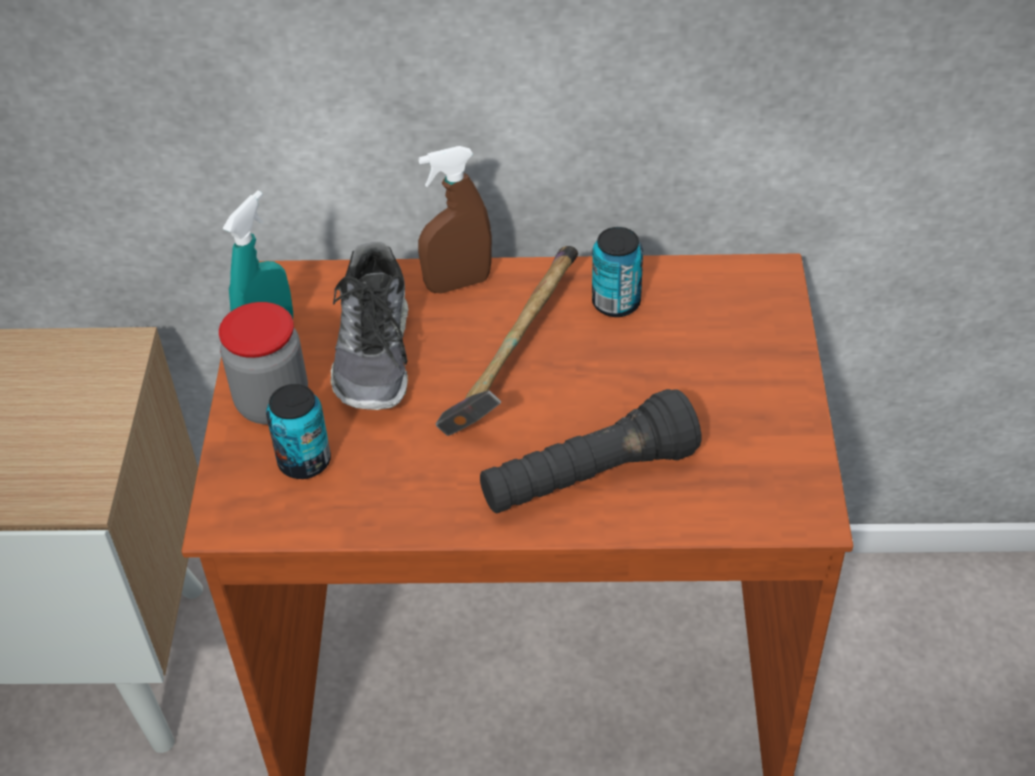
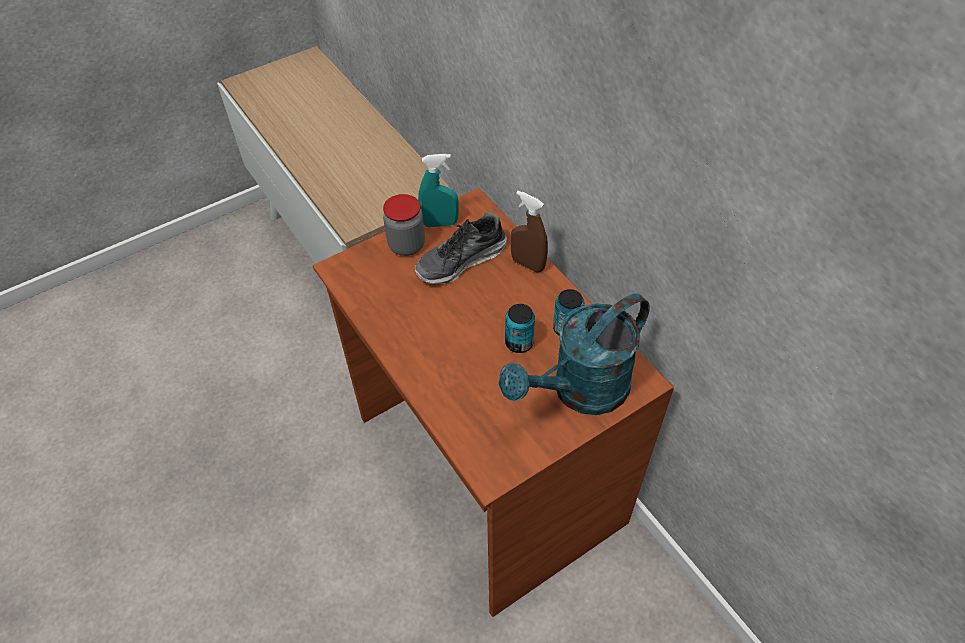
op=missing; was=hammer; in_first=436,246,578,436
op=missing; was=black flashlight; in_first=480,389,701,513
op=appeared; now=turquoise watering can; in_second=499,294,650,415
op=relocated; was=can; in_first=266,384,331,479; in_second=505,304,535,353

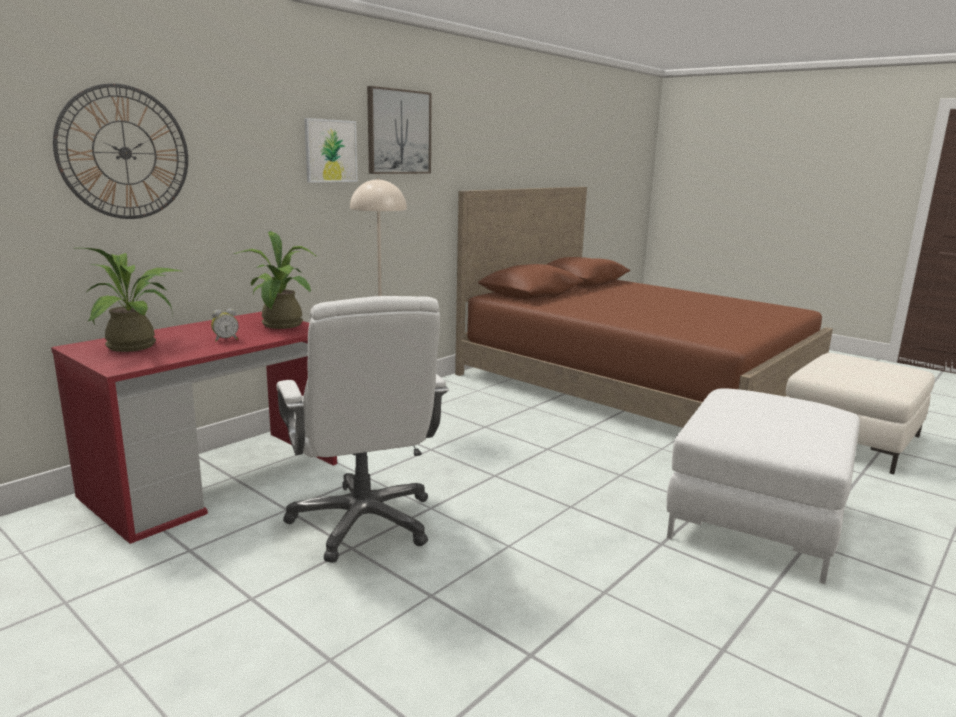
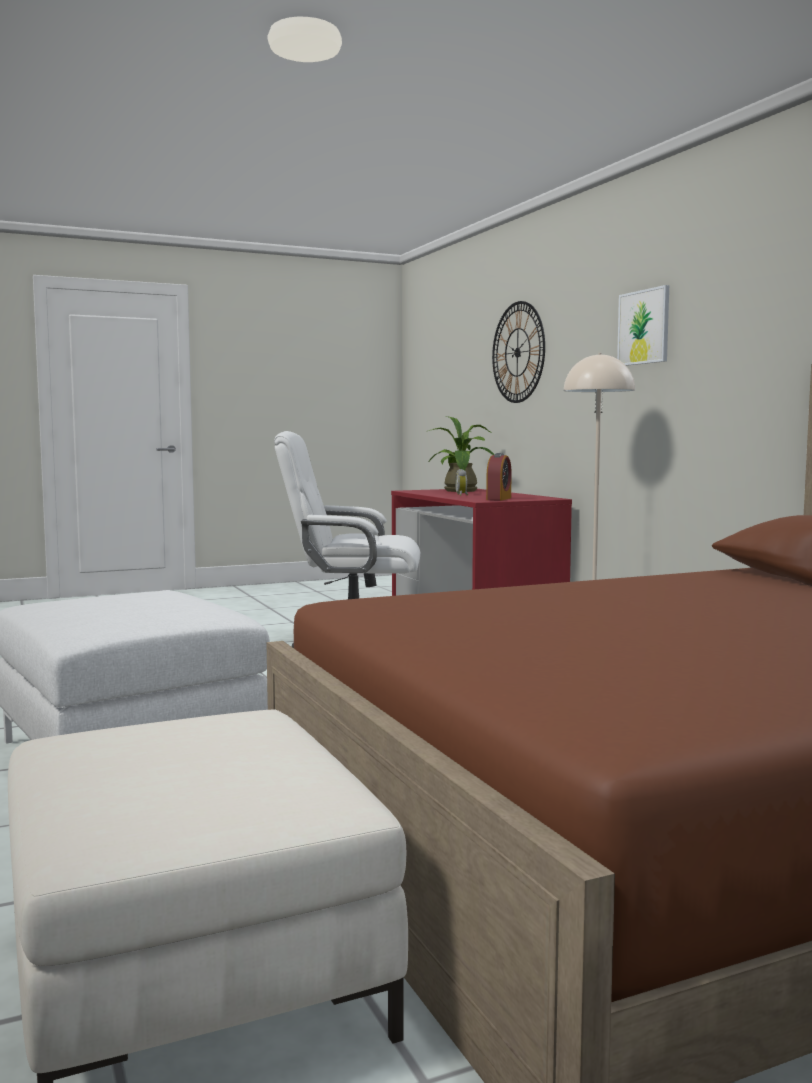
op=missing; was=picture; in_first=367,86,432,174
op=exchanged; was=potted plant; now=alarm clock; in_first=234,231,317,329; in_second=486,453,512,501

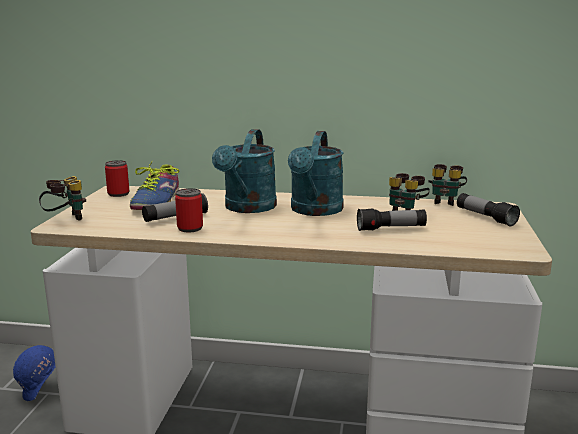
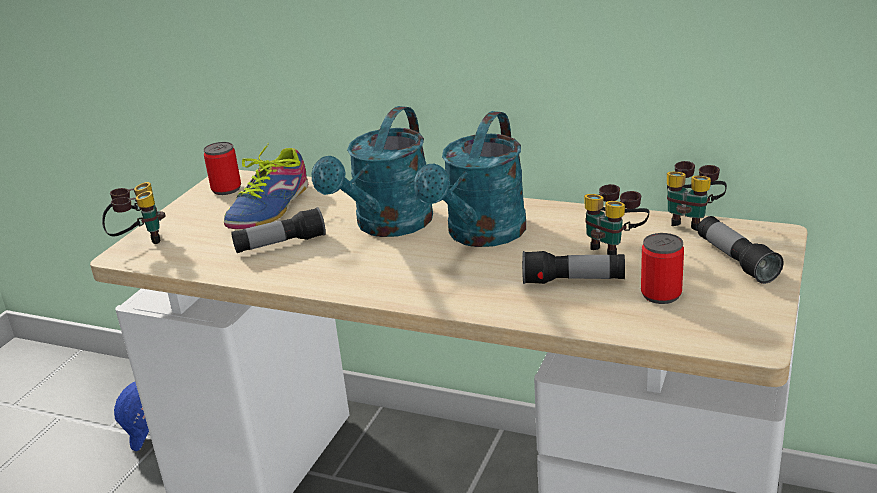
op=relocated; was=can; in_first=175,188,203,232; in_second=641,233,684,304

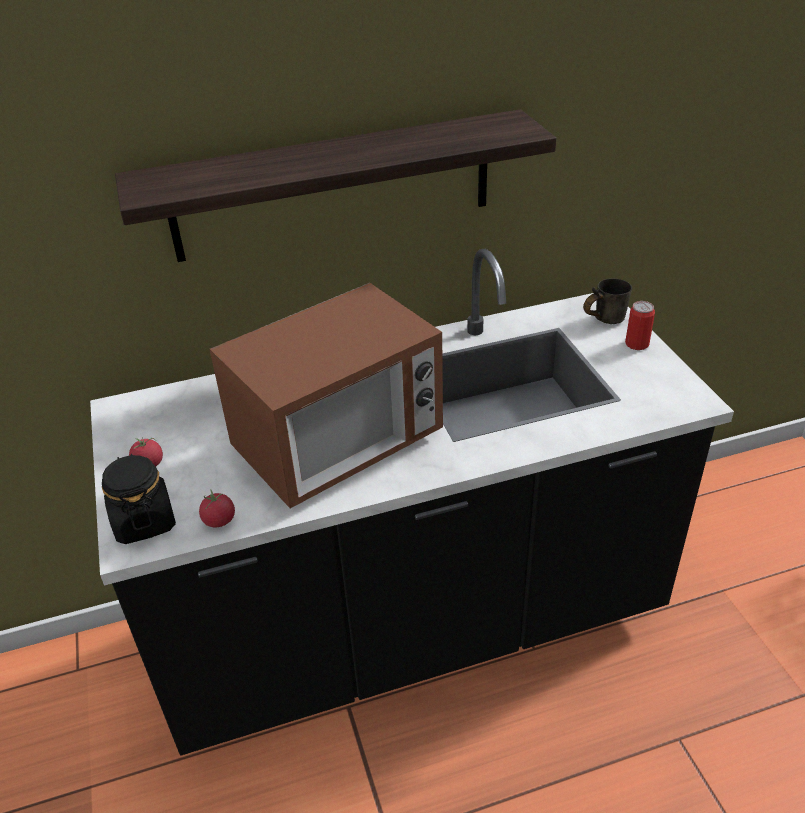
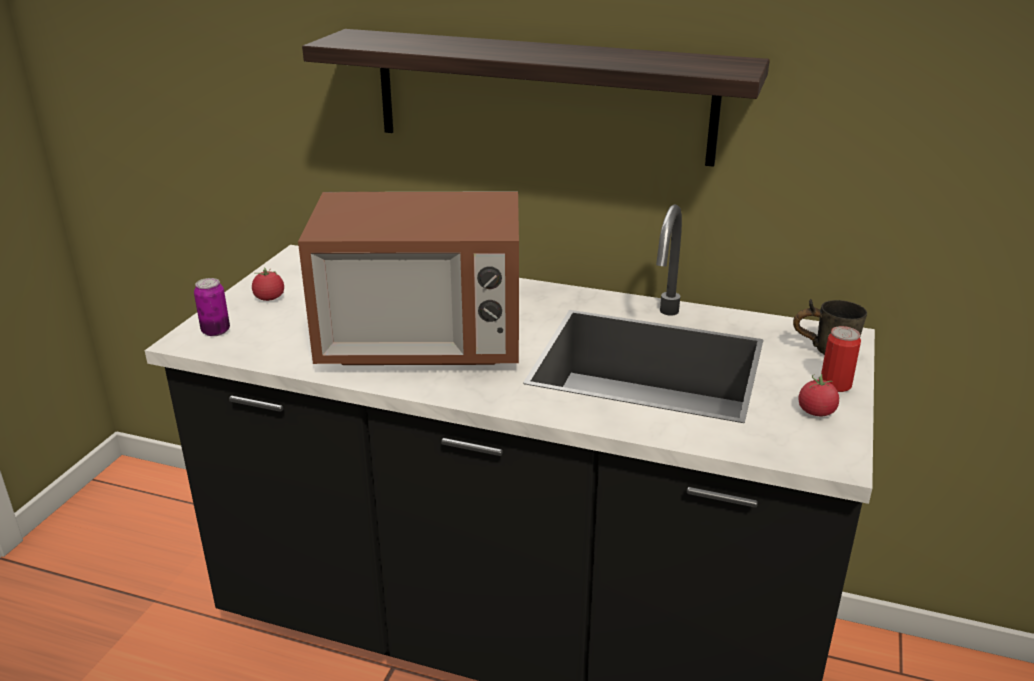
op=relocated; was=tomato; in_first=199,489,235,527; in_second=798,374,839,416
op=exchanged; was=black jar; now=can; in_first=102,454,176,544; in_second=194,278,230,336

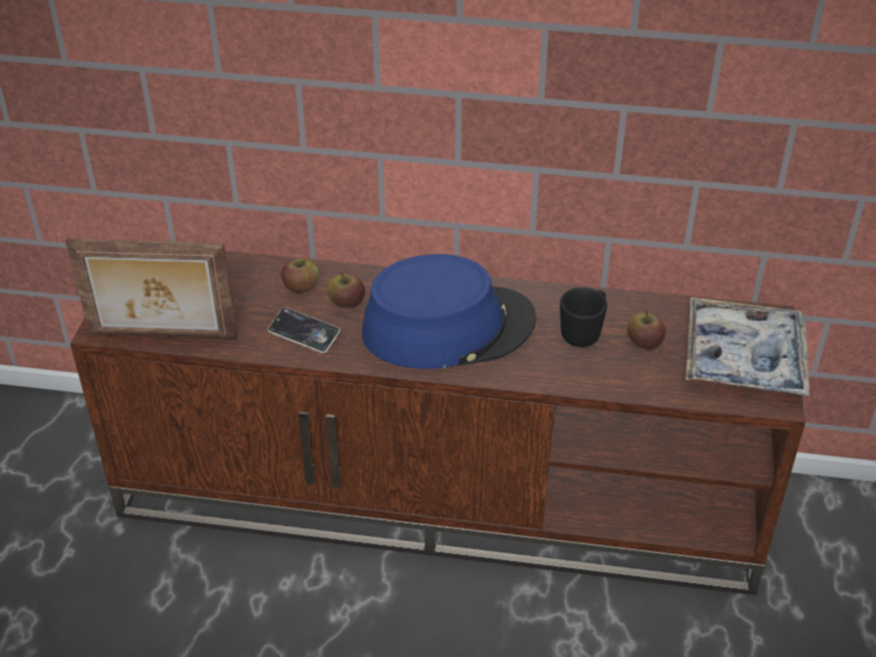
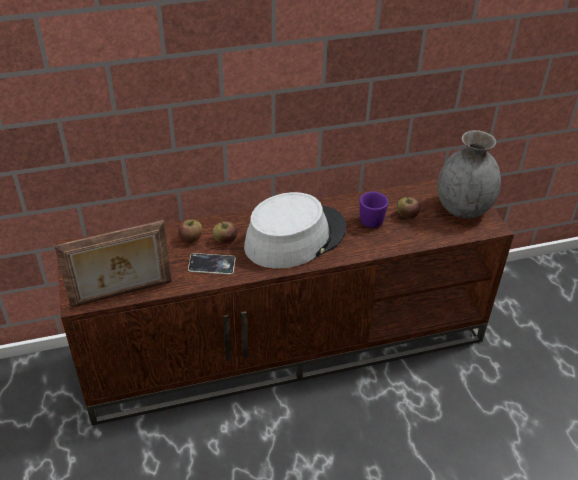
op=exchanged; was=tray; now=grey vase; in_first=686,297,809,396; in_second=437,130,501,218
op=colour; was=blue hat; now=grey hat; in_first=362,254,536,369; in_second=244,192,346,268
op=colour; was=black mug; now=purple mug; in_first=560,287,607,347; in_second=360,191,388,228

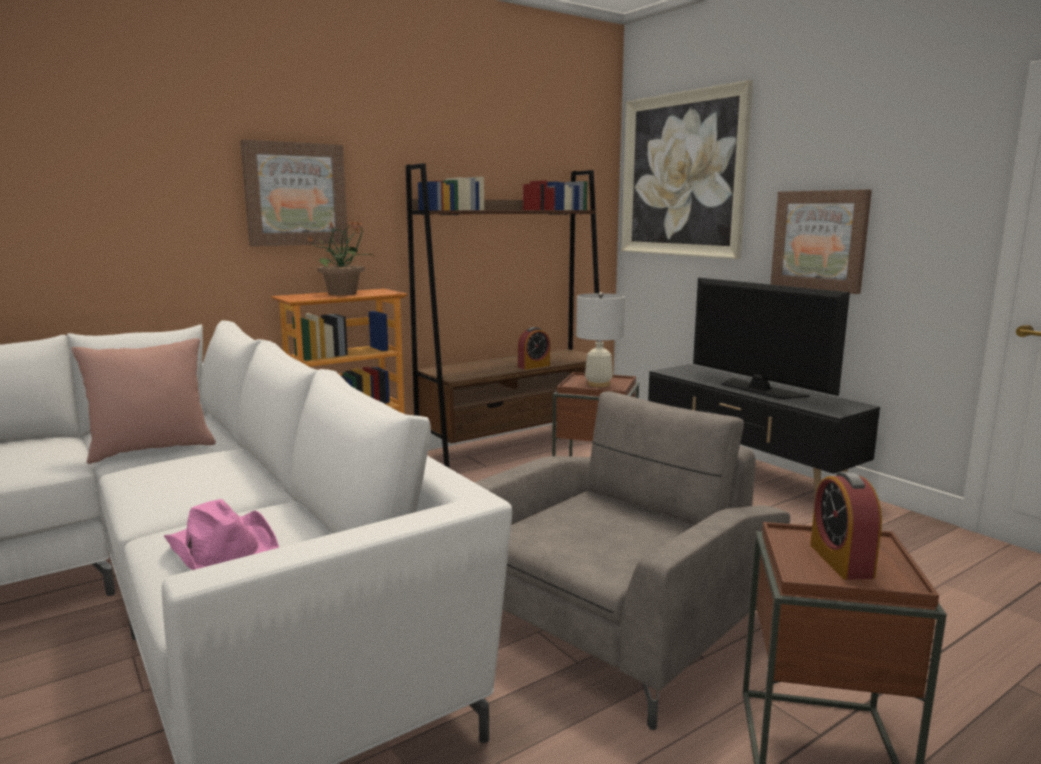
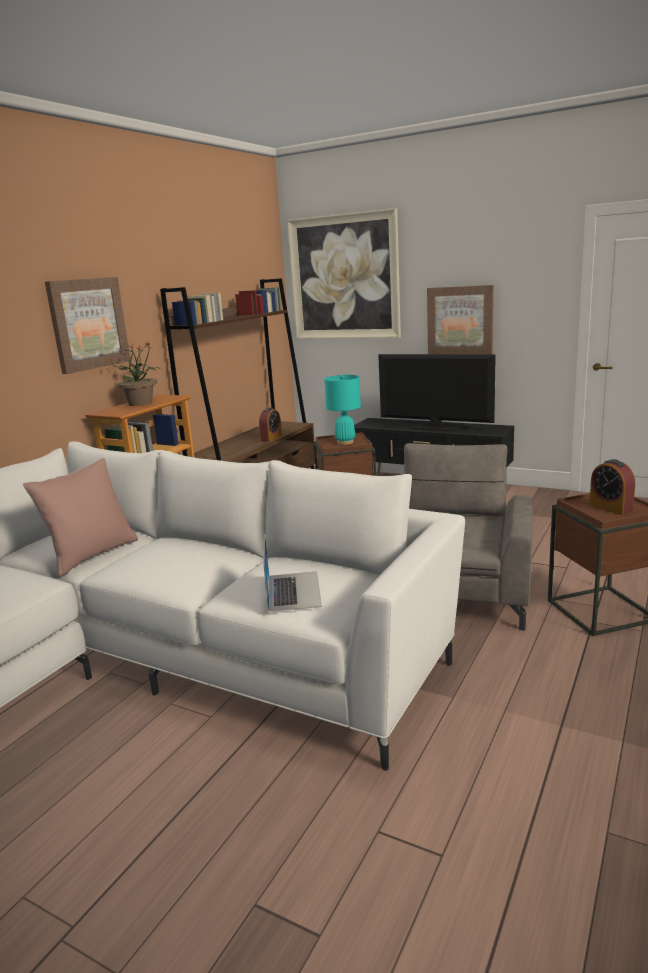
op=exchanged; was=pink hat; now=laptop; in_first=164,499,279,570; in_second=263,535,322,612
op=colour; was=white table lamp; now=turquoise table lamp; in_first=576,292,625,387; in_second=324,375,361,445

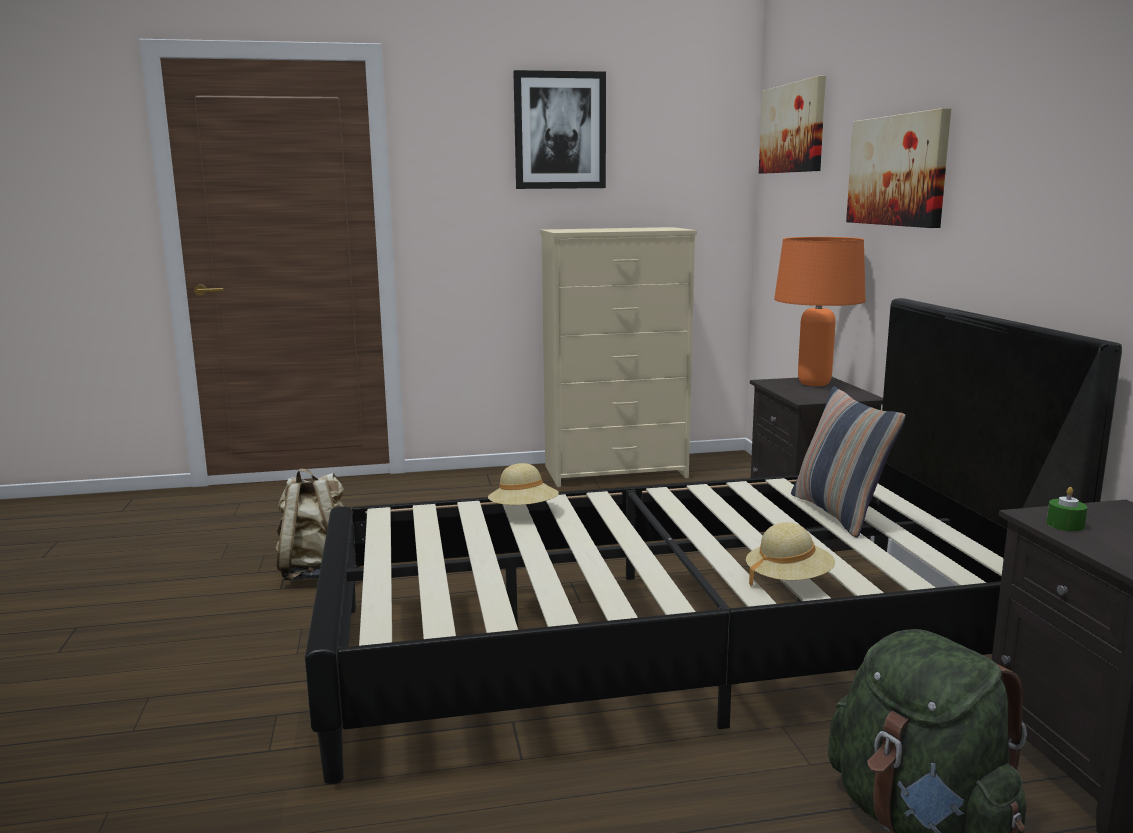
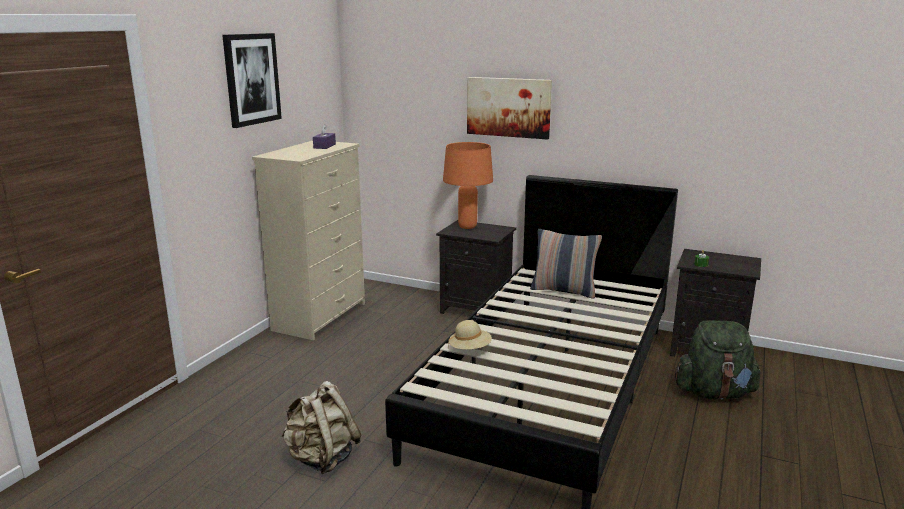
op=missing; was=beige hat; in_first=746,522,835,587
op=missing; was=picture; in_first=759,76,826,174
op=appeared; now=purple tissue box; in_second=313,124,336,149

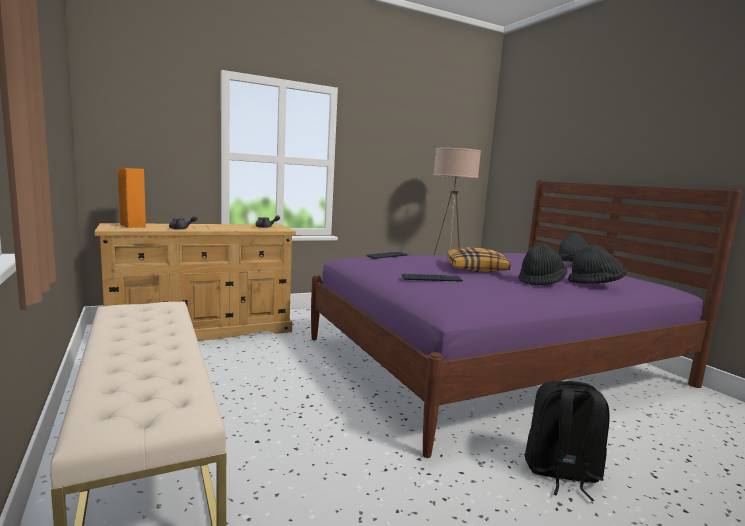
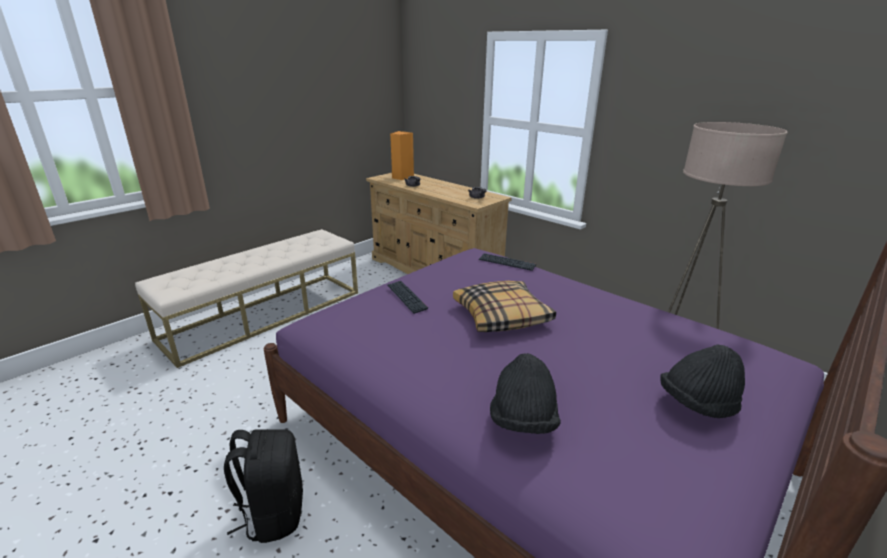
op=missing; was=black hat; in_first=519,242,568,285

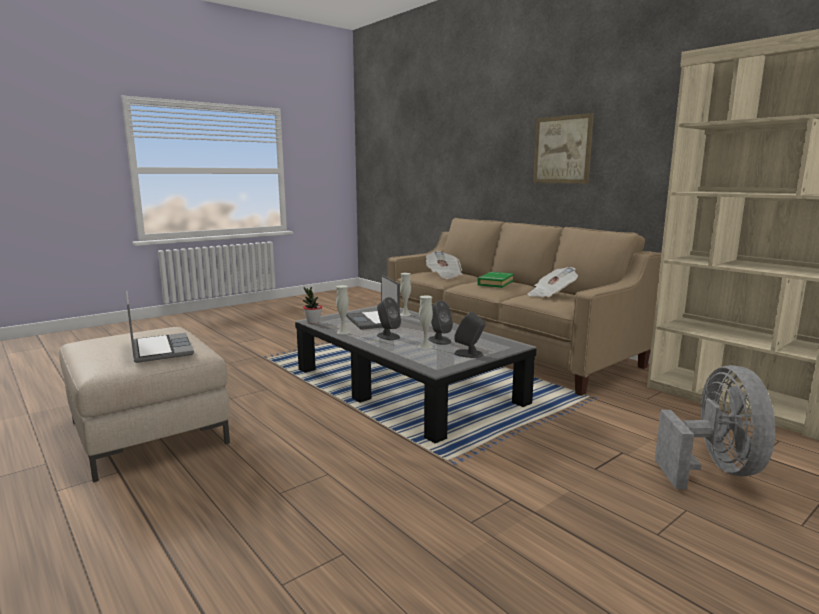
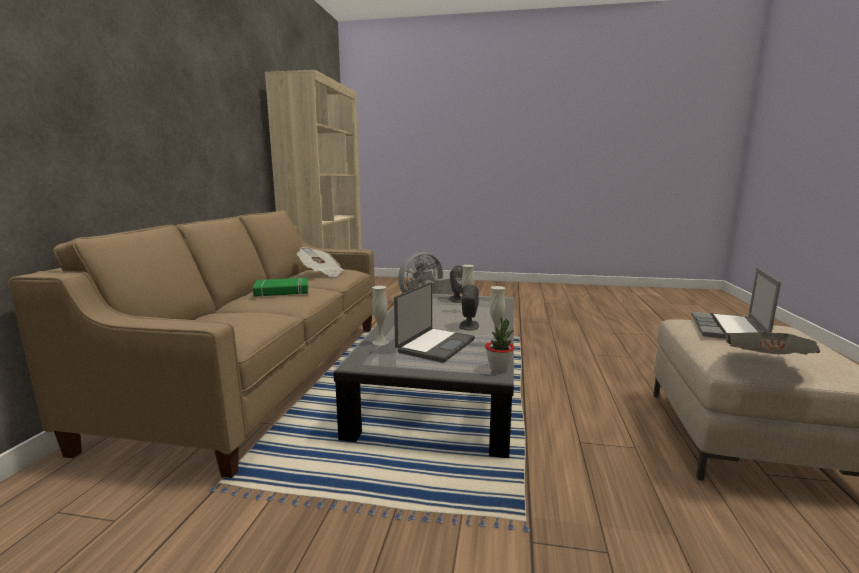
op=missing; was=grey speaker; in_first=428,300,453,345
op=missing; was=picture; in_first=533,113,594,184
op=relocated; was=newspaper; in_first=426,251,462,279; in_second=724,332,821,355

